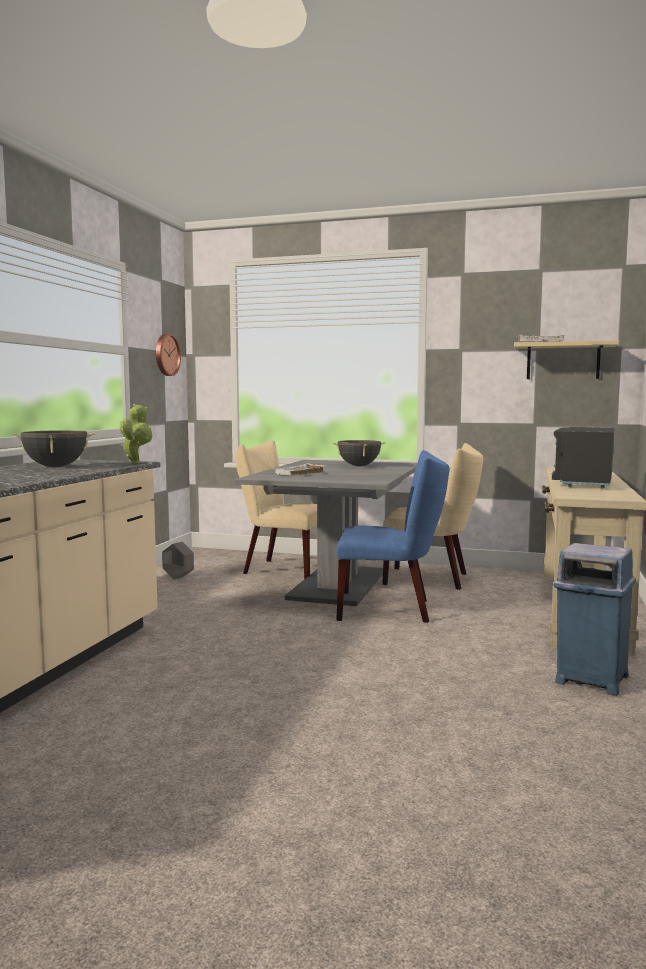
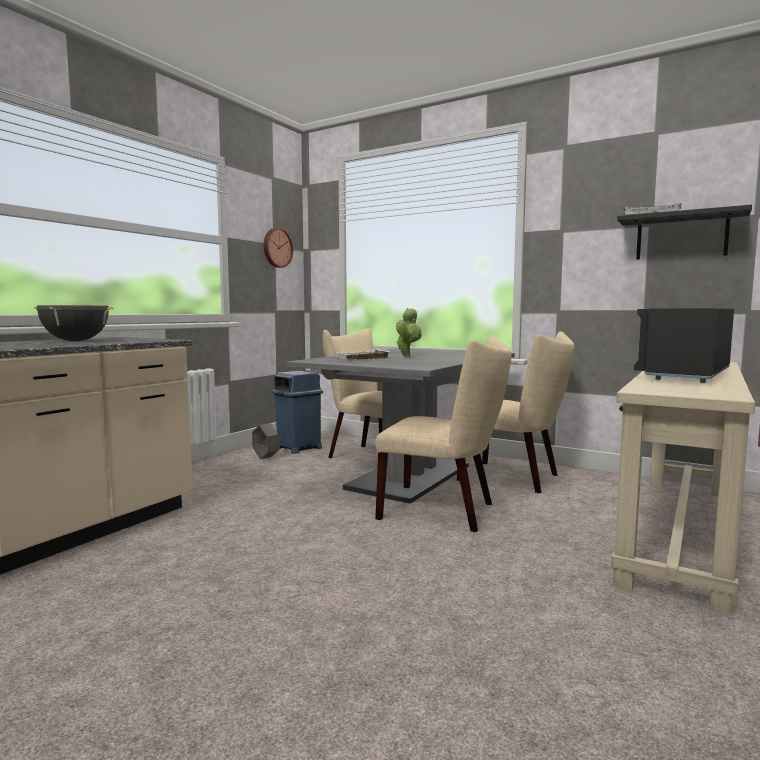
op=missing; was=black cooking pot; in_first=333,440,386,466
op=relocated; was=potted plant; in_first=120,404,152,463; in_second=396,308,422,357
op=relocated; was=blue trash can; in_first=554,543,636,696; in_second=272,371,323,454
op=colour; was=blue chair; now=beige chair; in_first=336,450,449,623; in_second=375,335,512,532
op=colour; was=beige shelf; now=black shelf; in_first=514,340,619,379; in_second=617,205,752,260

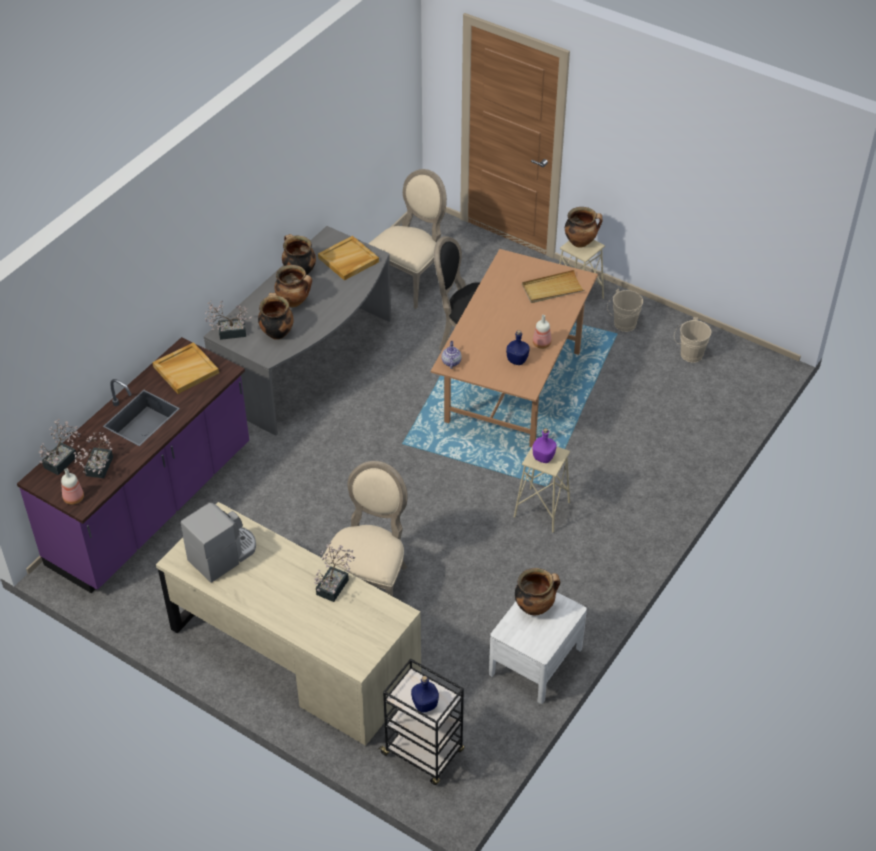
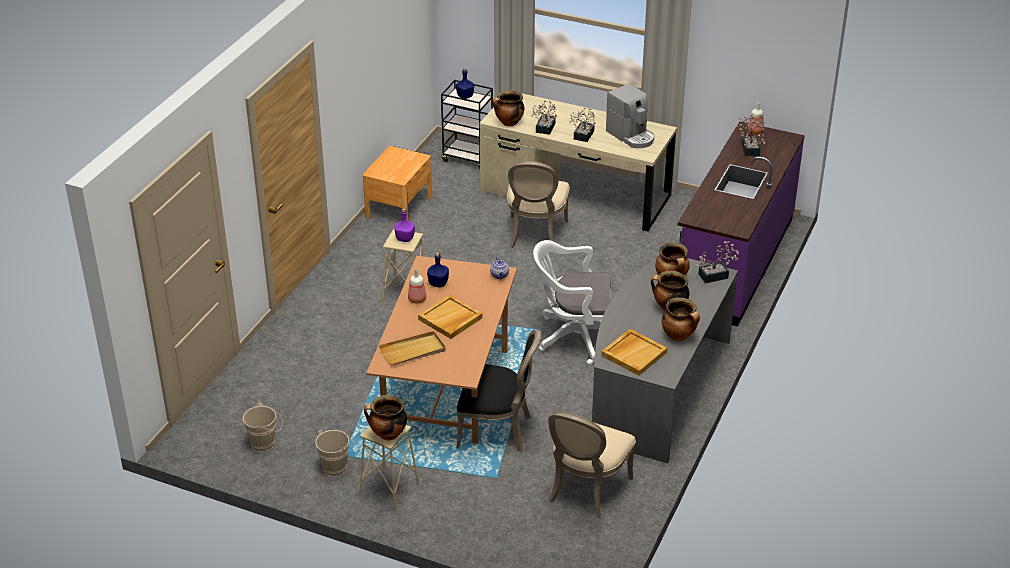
op=appeared; now=white office chair; in_second=533,240,611,365
op=relocated; was=potted plant; in_first=39,419,81,475; in_second=569,108,596,142
op=relocated; was=beige tray; in_first=153,342,219,394; in_second=418,295,482,339
op=relocated; was=cooking pot; in_first=515,568,560,615; in_second=492,90,525,126
op=colour; was=white nightstand; now=brown nightstand; in_first=489,592,587,704; in_second=363,146,432,221
op=spun; was=coffee machine; in_first=180,503,256,583; in_second=606,84,654,148; clockwise=-75

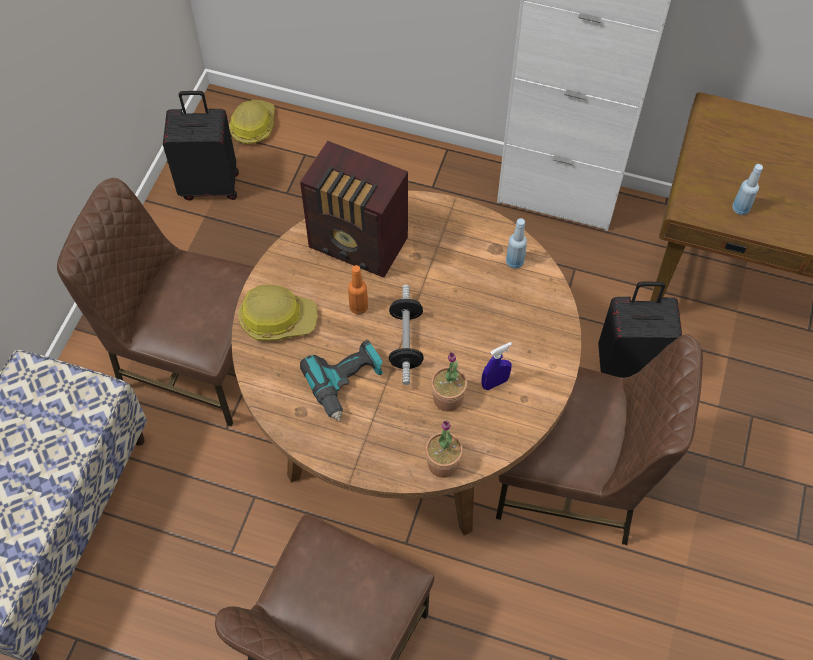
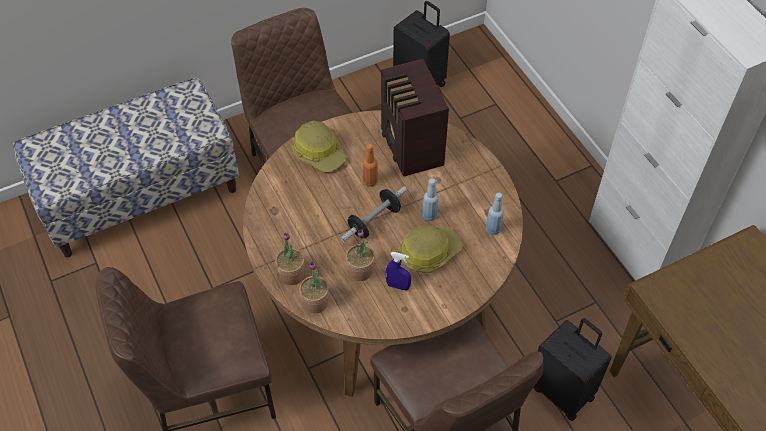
op=missing; was=power drill; in_first=300,339,383,422
op=appeared; now=potted plant; in_second=275,233,305,285
op=relocated; was=hard hat; in_first=229,100,275,144; in_second=399,225,463,273
op=relocated; was=blue bottle; in_first=732,164,763,215; in_second=422,178,439,221

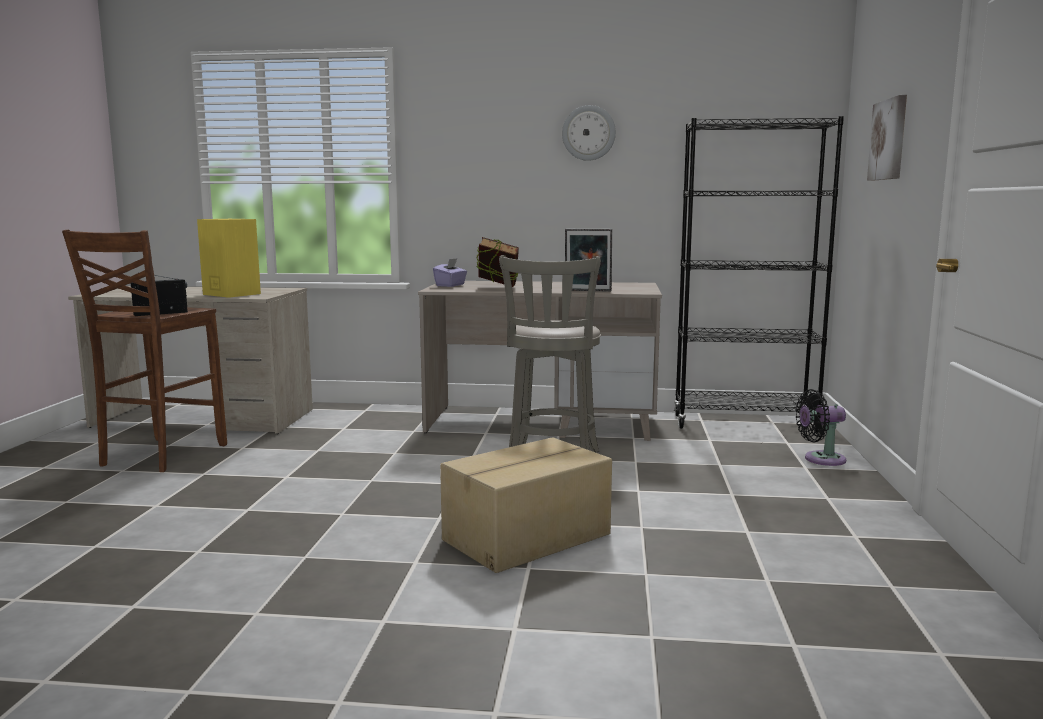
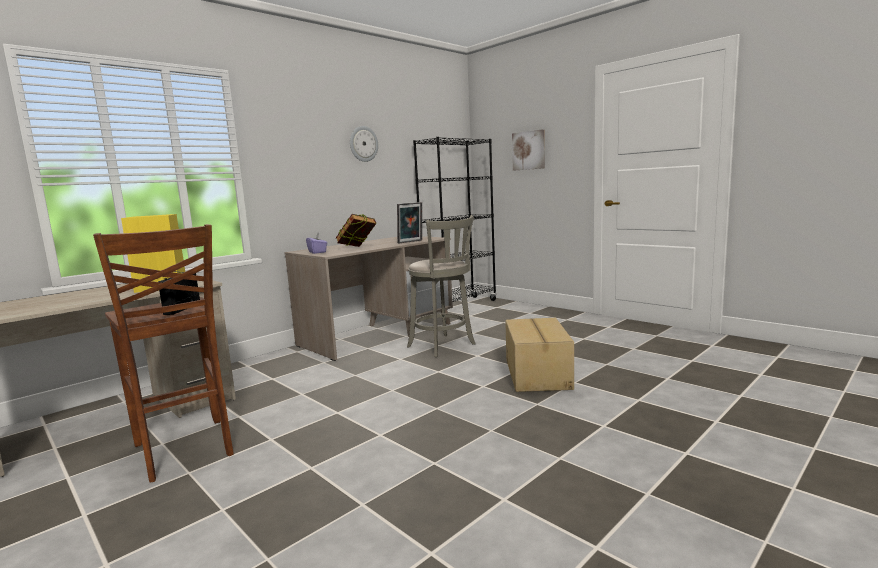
op=missing; was=black fan; in_first=796,389,846,466

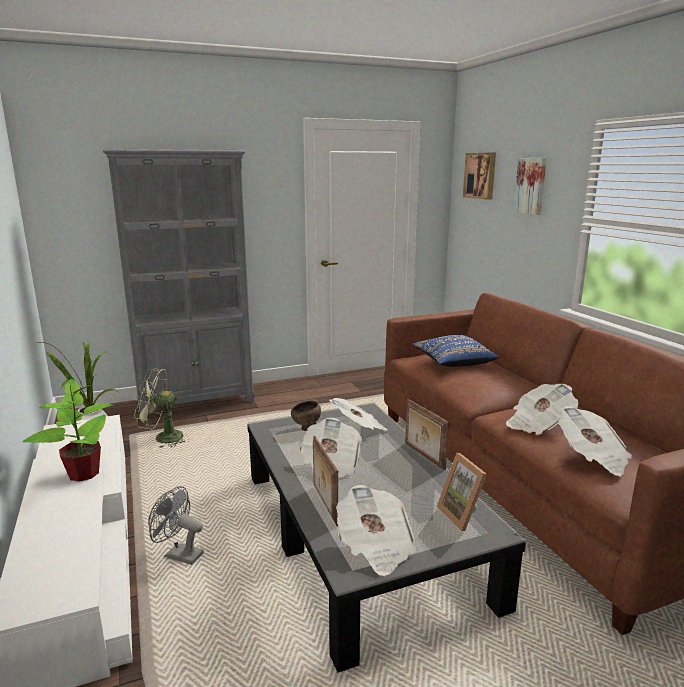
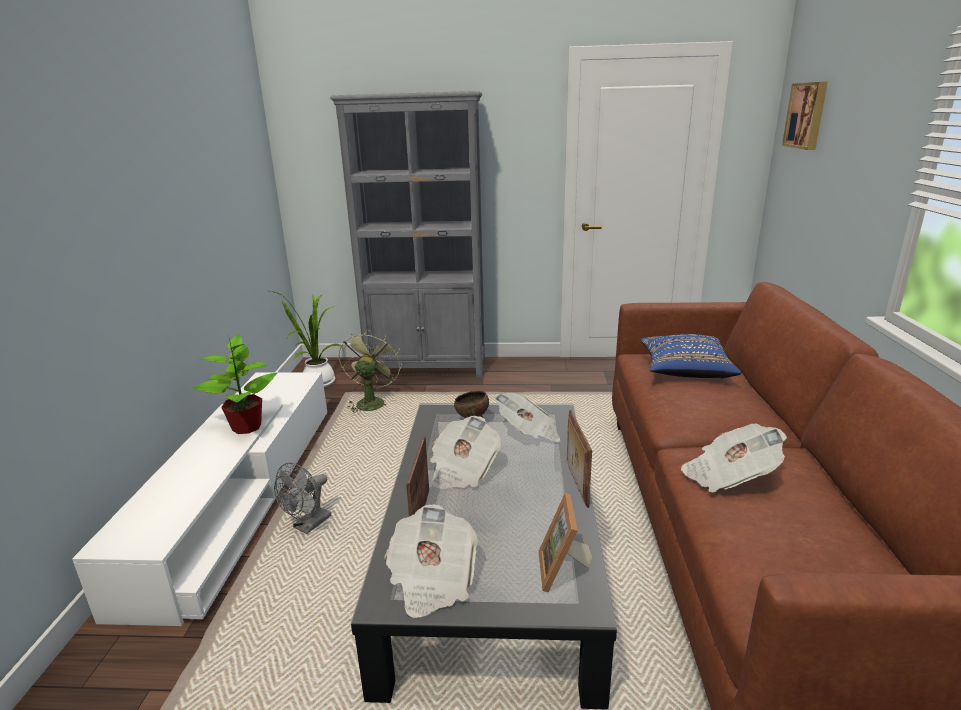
op=missing; was=picture; in_first=513,158,547,215
op=missing; was=newspaper; in_first=559,406,632,476
op=spun; was=green fan; in_first=135,368,184,448; in_second=338,329,402,415; clockwise=75
op=spun; was=grey fan; in_first=148,486,204,565; in_second=274,463,331,534; clockwise=-105

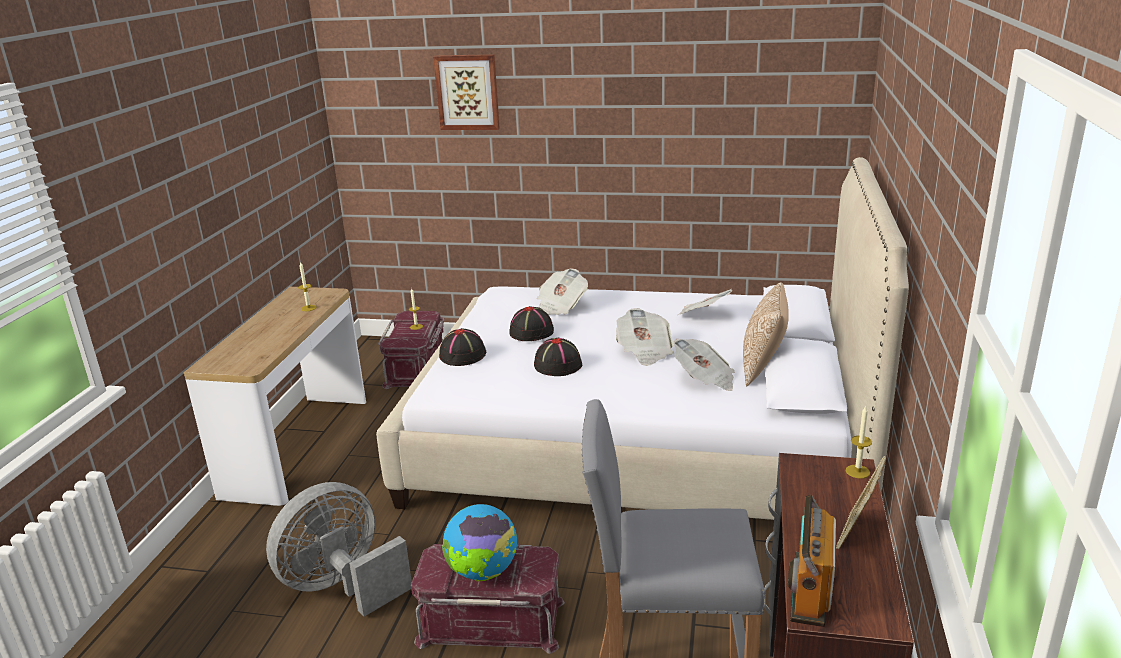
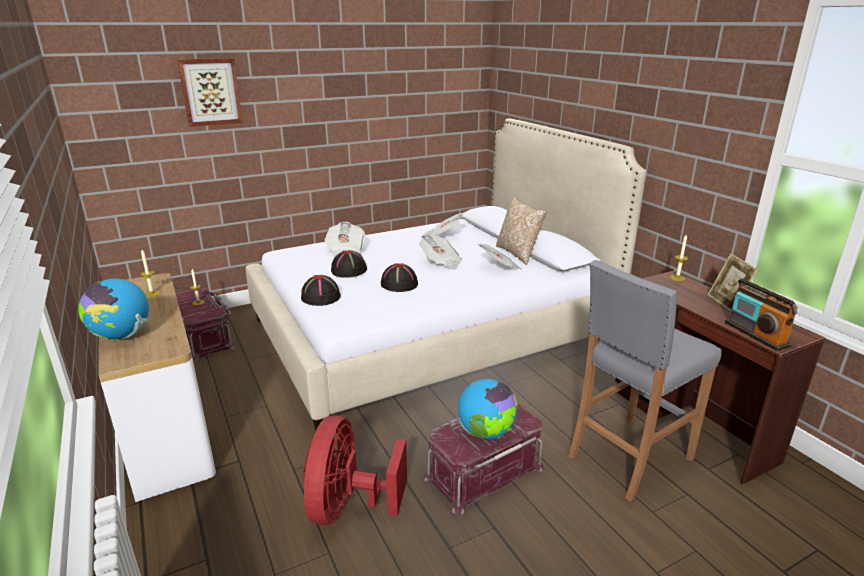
op=appeared; now=globe; in_second=79,279,149,339
op=colour; was=grey fan; now=red fan; in_first=266,482,412,617; in_second=303,415,407,525

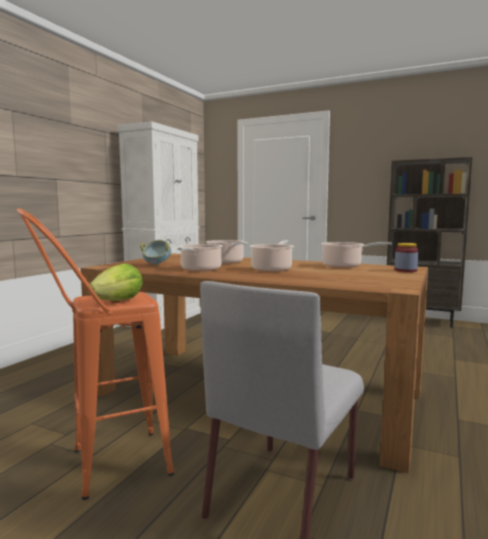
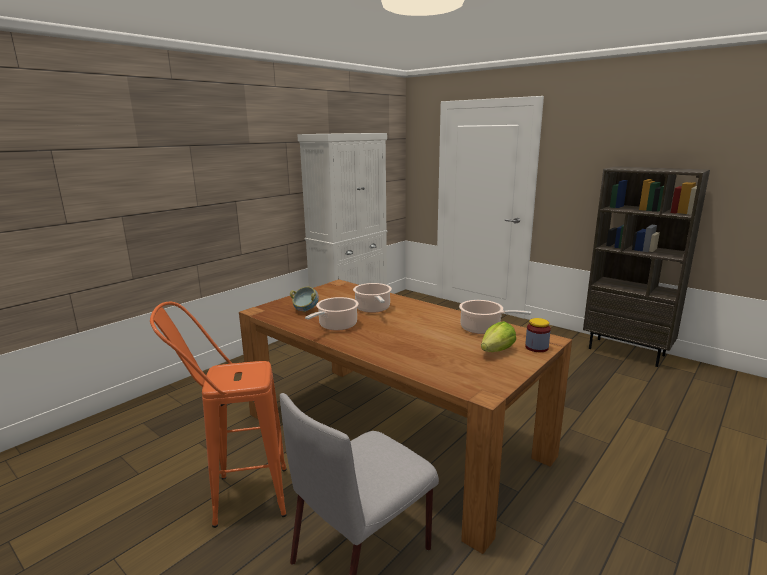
op=missing; was=cooking pot; in_first=249,240,294,272
op=relocated; was=lettuce; in_first=88,263,143,301; in_second=481,321,516,352

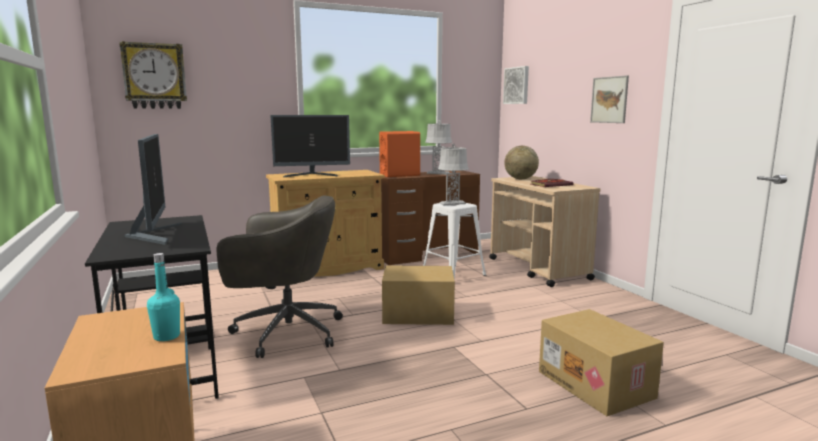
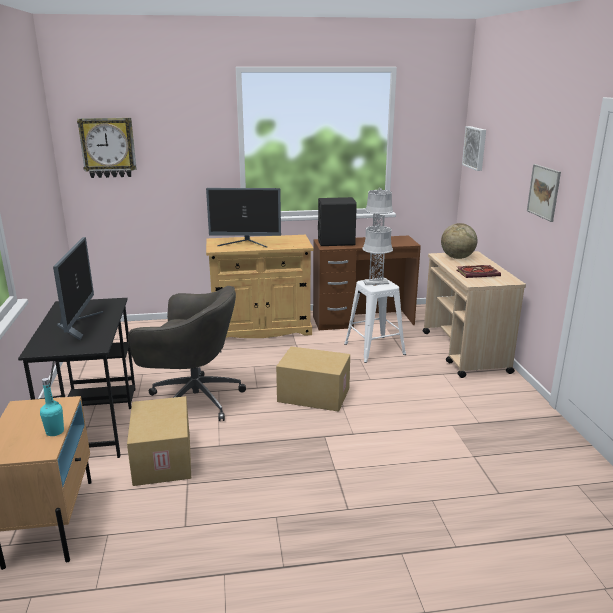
op=relocated; was=cardboard box; in_first=539,309,664,416; in_second=127,396,191,486
op=colour; was=orange speaker; now=black speaker; in_first=379,131,420,177; in_second=318,197,357,246

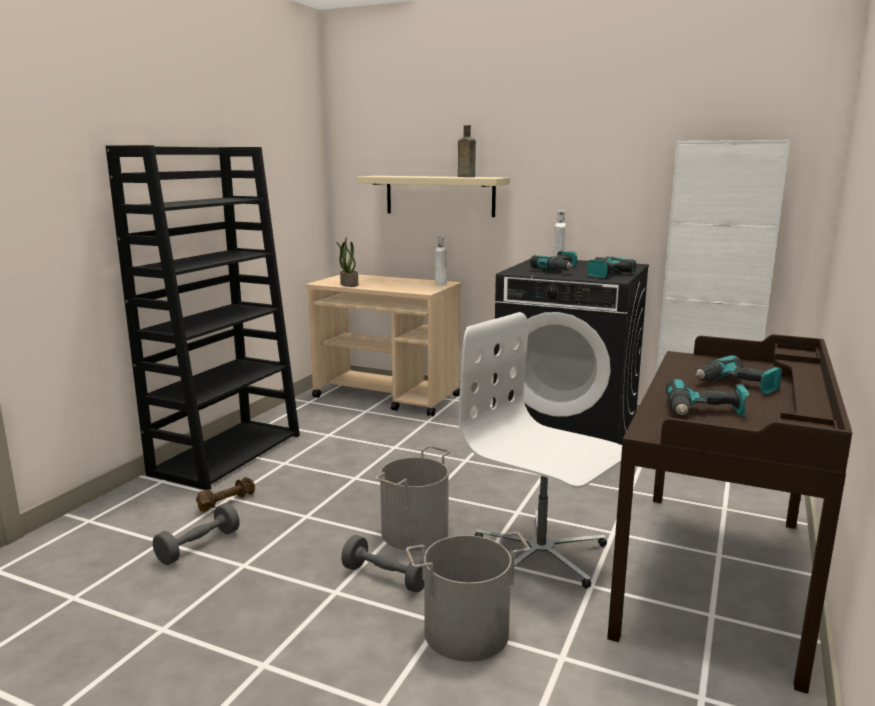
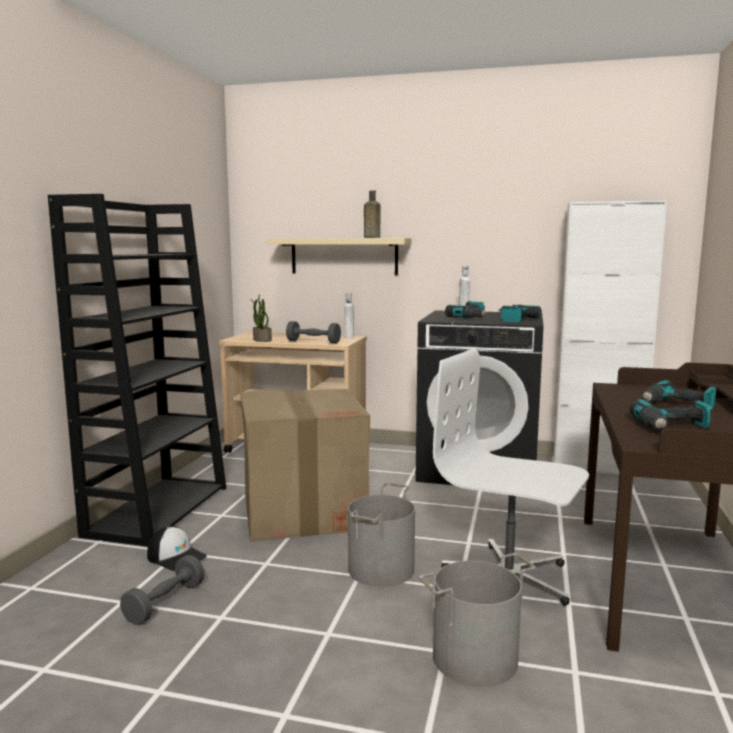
op=appeared; now=cardboard box; in_second=240,389,370,542
op=relocated; was=grey dumbbell; in_first=341,535,424,593; in_second=286,321,341,344
op=exchanged; was=brown dumbbell; now=cap; in_first=196,477,255,512; in_second=147,526,207,571

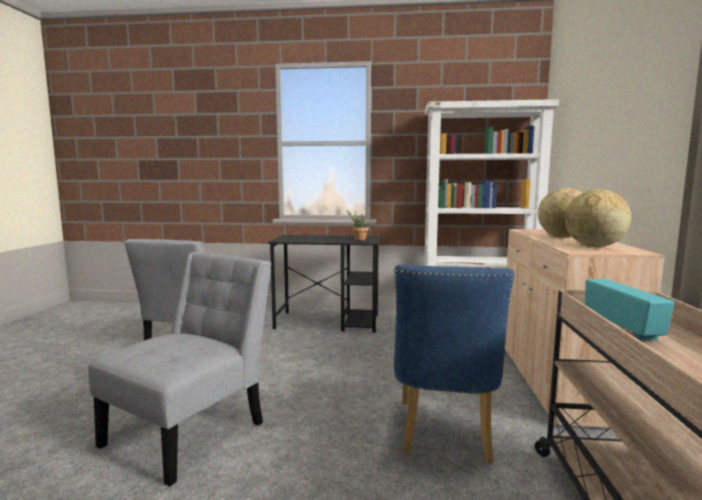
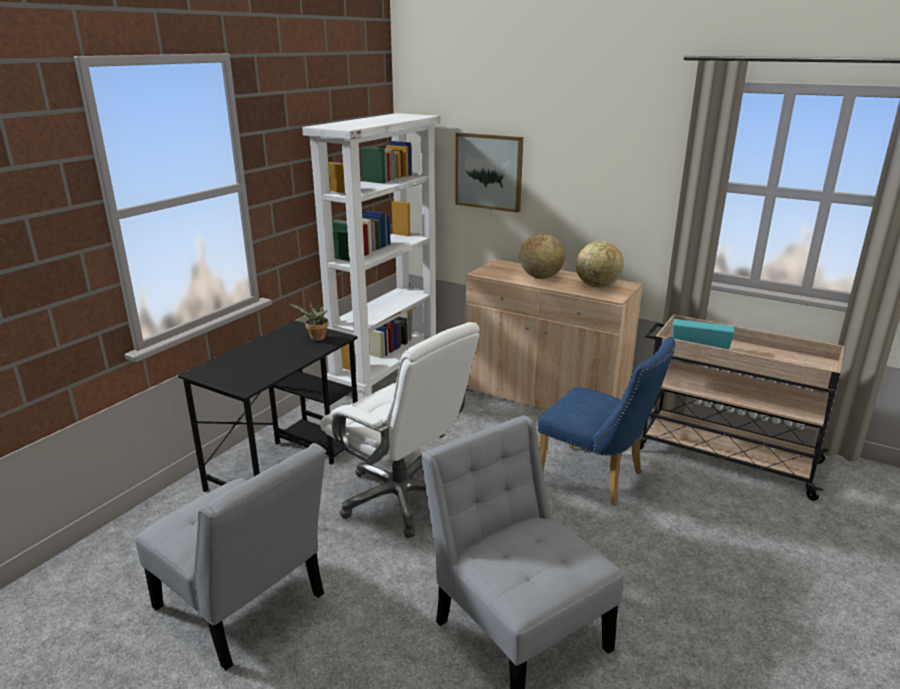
op=appeared; now=white office chair; in_second=320,322,480,538
op=appeared; now=picture; in_second=455,132,523,213

